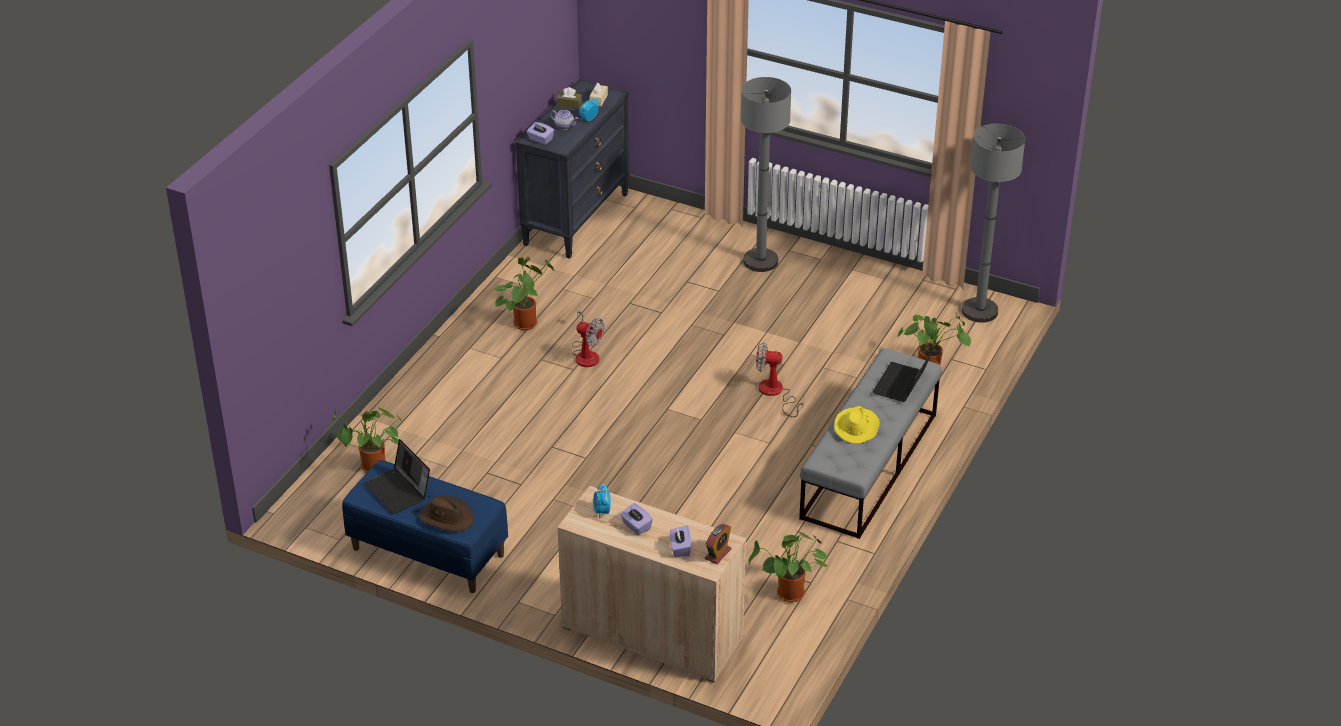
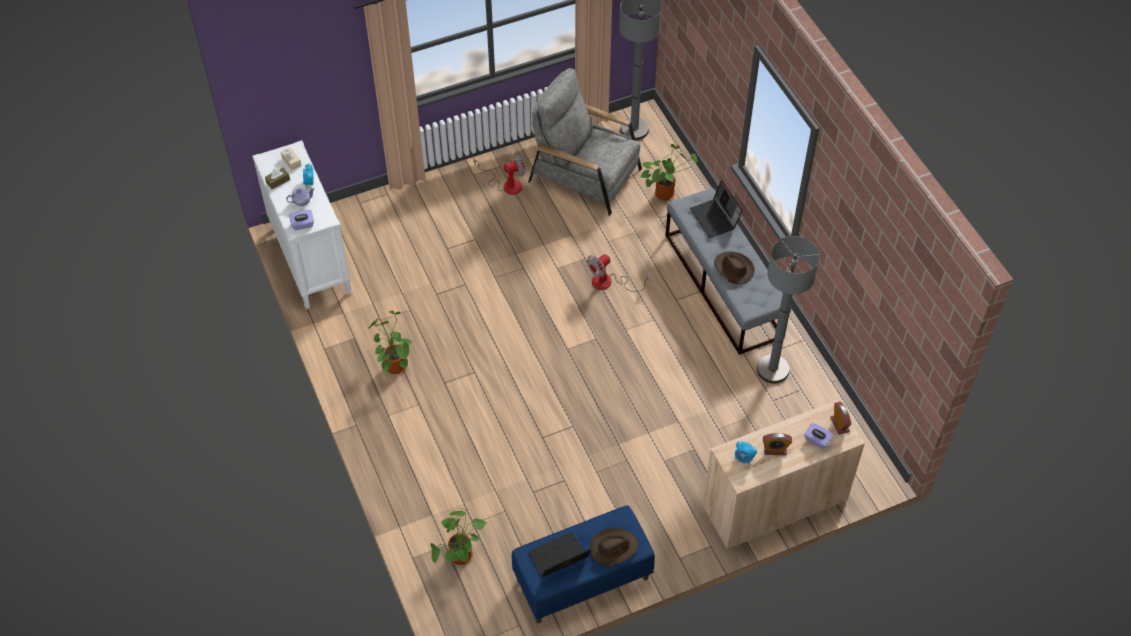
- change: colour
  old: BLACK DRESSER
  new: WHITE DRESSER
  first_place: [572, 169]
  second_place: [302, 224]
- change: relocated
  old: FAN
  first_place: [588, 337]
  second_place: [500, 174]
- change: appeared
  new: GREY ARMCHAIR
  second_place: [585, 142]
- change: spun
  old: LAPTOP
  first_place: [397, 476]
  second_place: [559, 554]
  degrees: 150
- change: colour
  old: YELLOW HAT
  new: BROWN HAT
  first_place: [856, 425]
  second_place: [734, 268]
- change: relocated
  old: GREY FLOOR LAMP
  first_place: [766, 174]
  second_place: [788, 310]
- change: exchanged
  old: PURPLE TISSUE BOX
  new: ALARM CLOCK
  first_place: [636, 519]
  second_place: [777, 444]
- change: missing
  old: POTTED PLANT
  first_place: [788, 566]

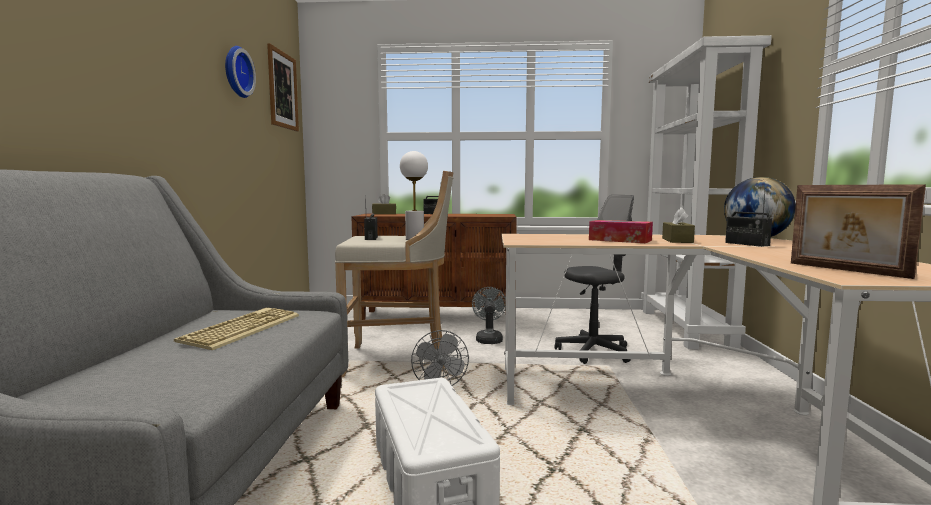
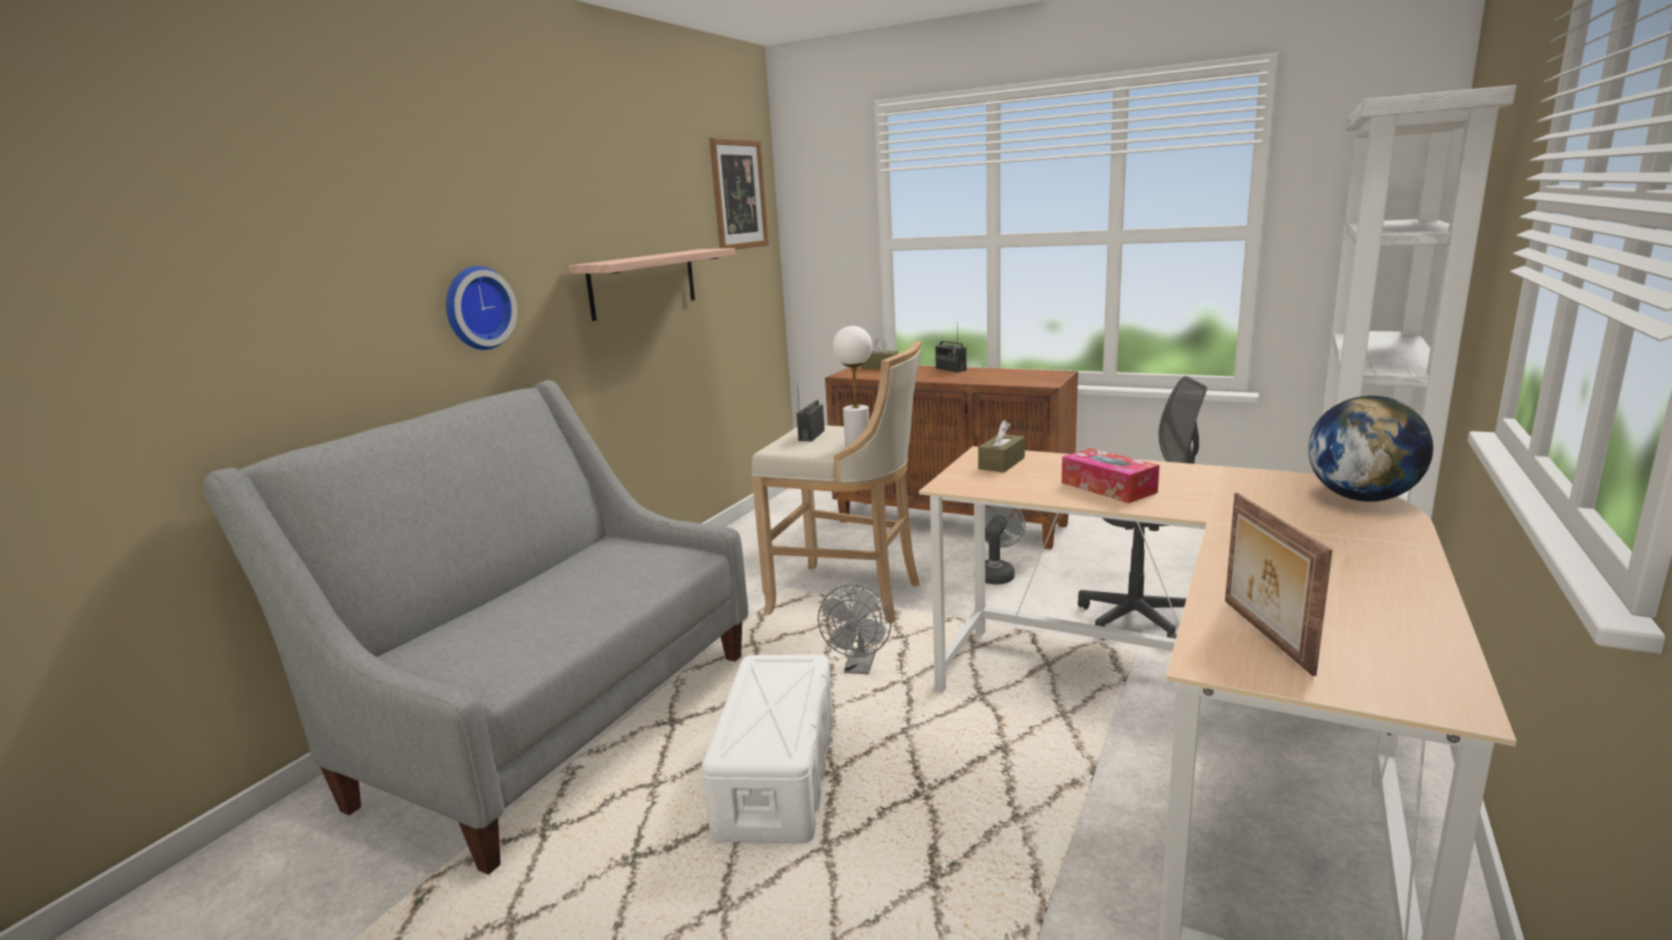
- change: relocated
  old: WALL CLOCK
  first_place: [240, 72]
  second_place: [481, 308]
- change: appeared
  new: SHELF
  second_place: [652, 284]
- change: relocated
  old: BROWN TISSUE BOX
  first_place: [678, 225]
  second_place: [1001, 446]
- change: missing
  old: KEYBOARD
  first_place: [236, 329]
- change: missing
  old: RADIO
  first_place: [748, 217]

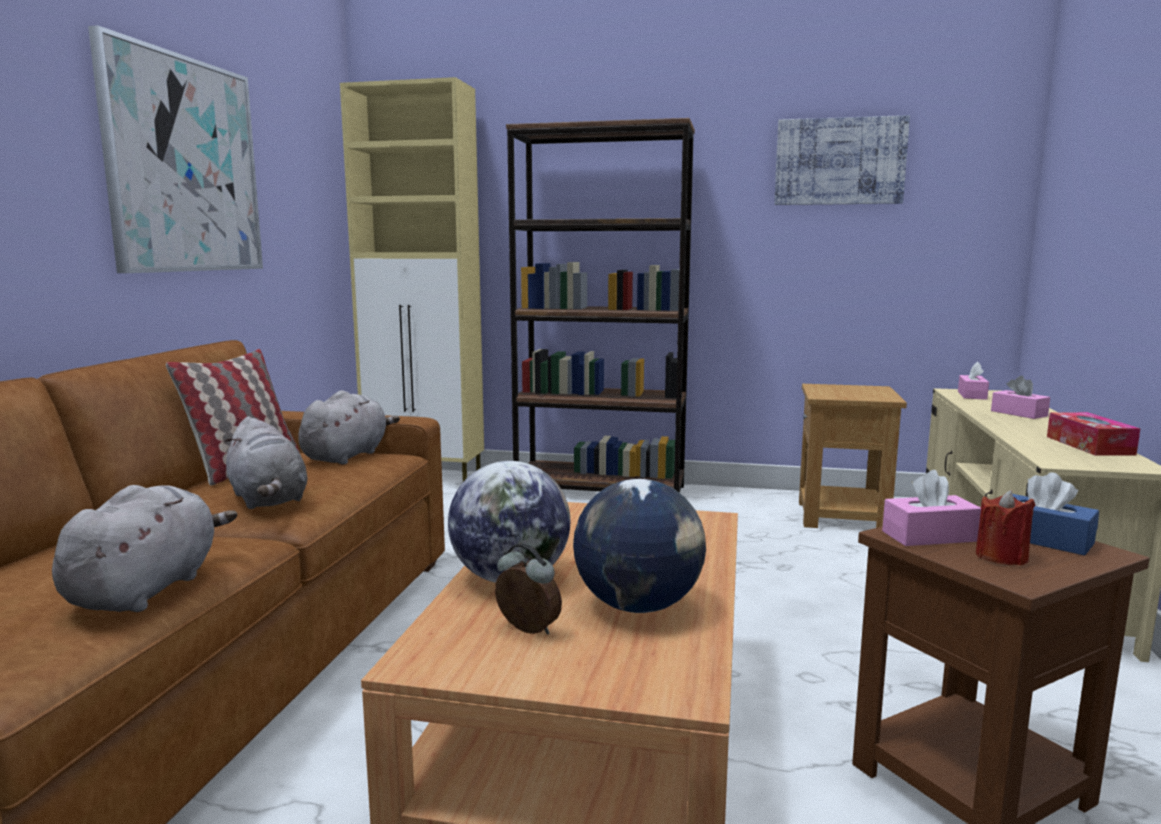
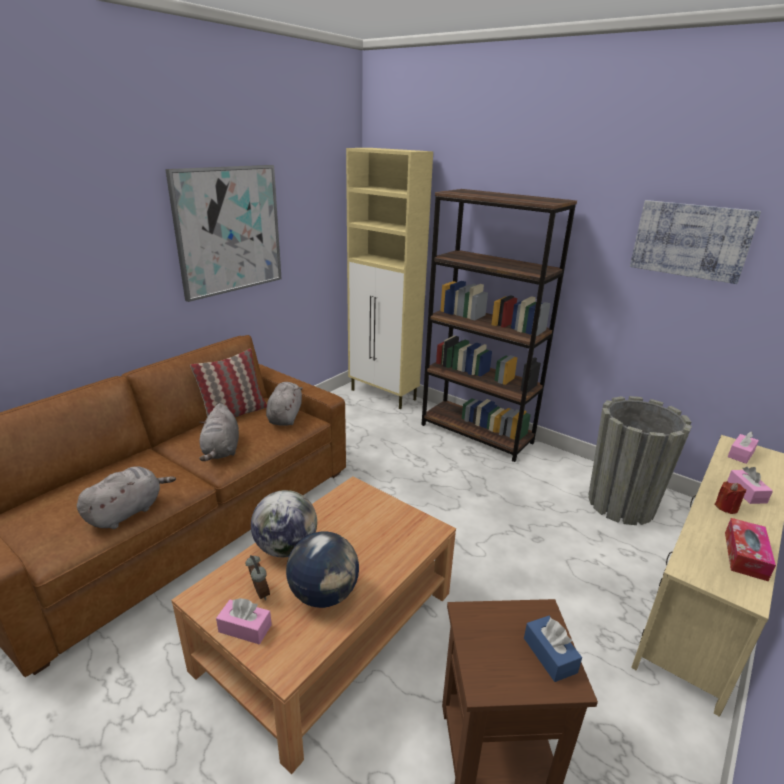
- change: relocated
  old: PINK TISSUE BOX
  first_place: [931, 508]
  second_place: [244, 621]
- change: spun
  old: GREY PLUSH TOY
  first_place: [349, 427]
  second_place: [284, 404]
  degrees: -45
- change: exchanged
  old: BROWN SIDE TABLE
  new: GREY PLANTER
  first_place: [853, 456]
  second_place: [640, 460]
- change: relocated
  old: RED CANDLE
  first_place: [1005, 528]
  second_place: [730, 497]

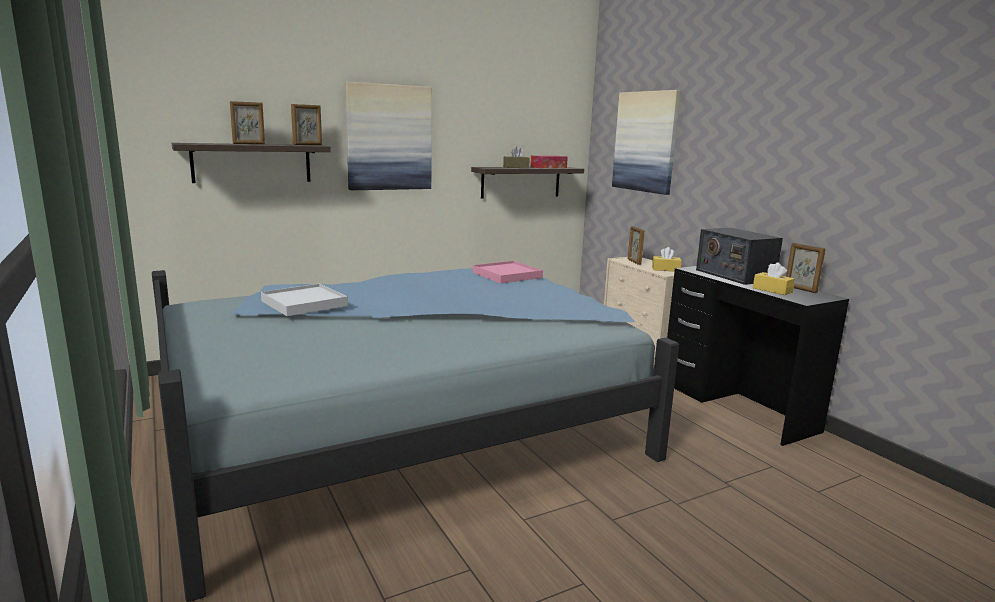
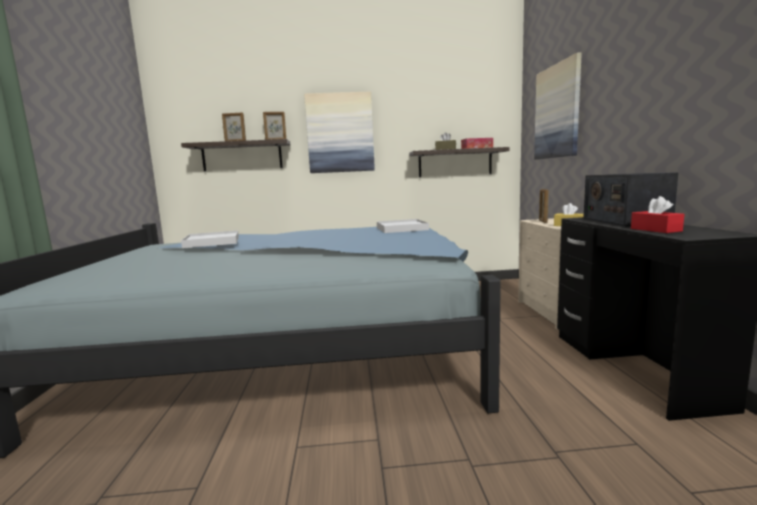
- change: colour
  old: PINK TRAY
  new: WHITE TRAY
  first_place: [508, 272]
  second_place: [403, 226]
- change: colour
  old: YELLOW TISSUE BOX
  new: RED TISSUE BOX
  first_place: [774, 278]
  second_place: [657, 214]
- change: missing
  old: PICTURE FRAME
  first_place: [806, 268]

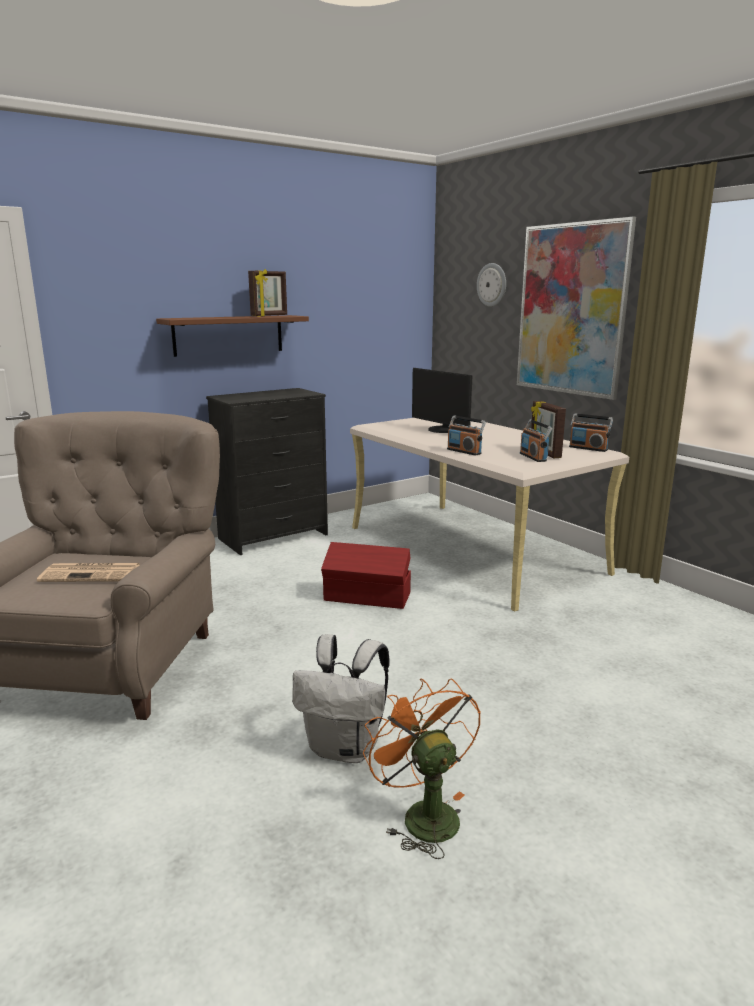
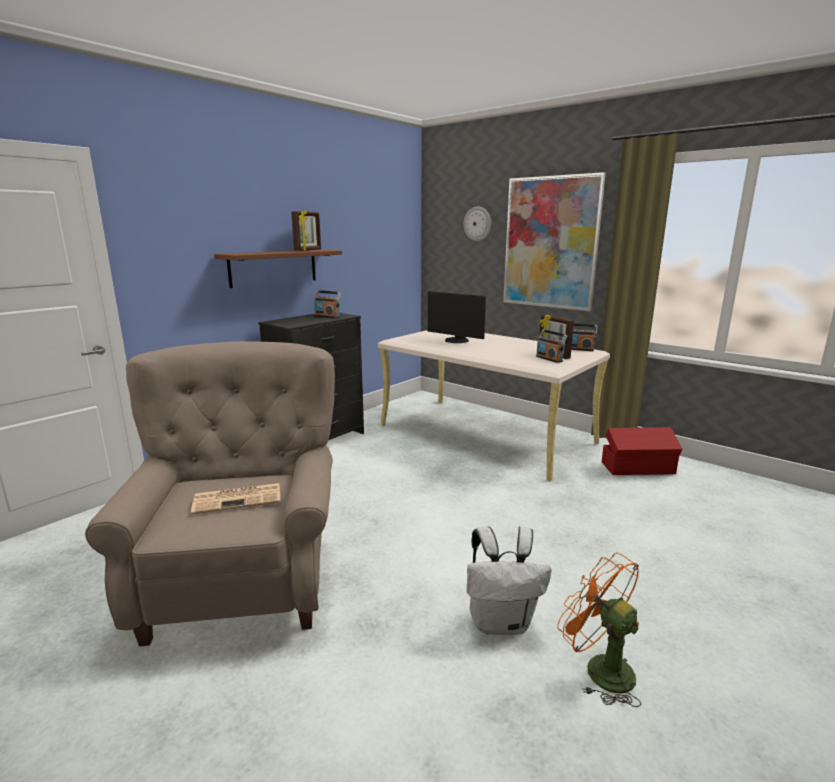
- change: relocated
  old: RADIO
  first_place: [466, 435]
  second_place: [327, 304]
- change: relocated
  old: RED STORAGE BOX
  first_place: [366, 575]
  second_place: [642, 451]

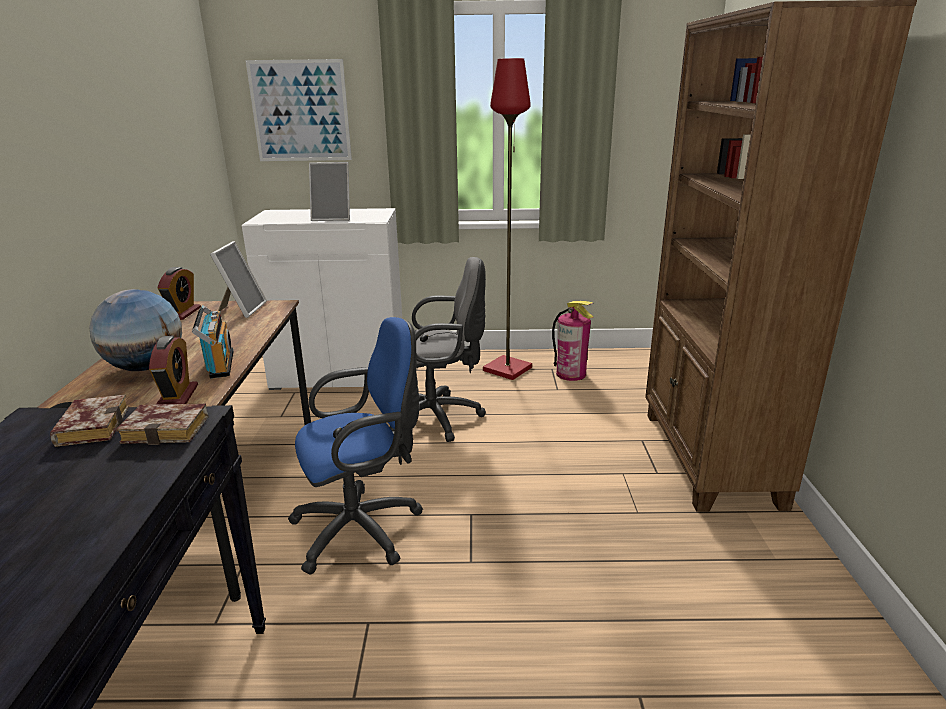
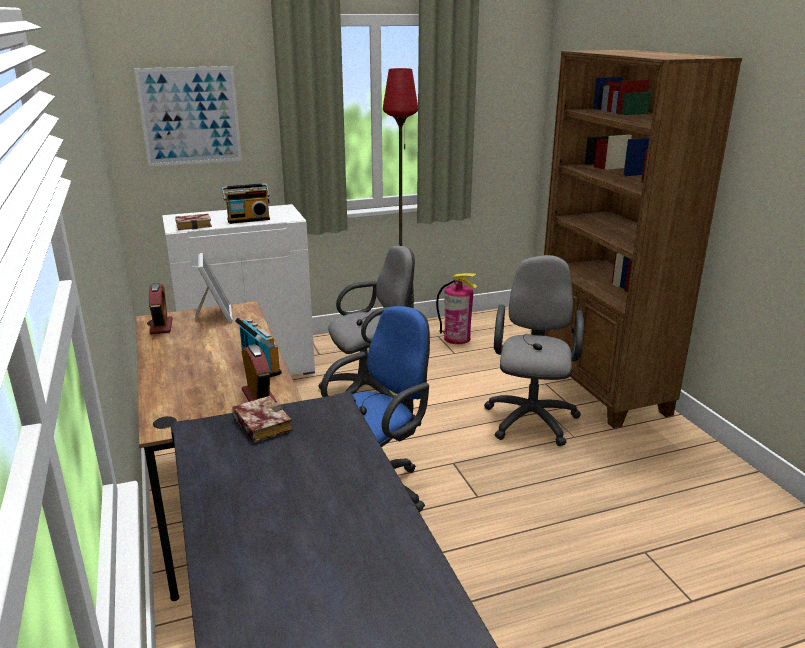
- change: relocated
  old: BOOK
  first_place: [162, 424]
  second_place: [193, 222]
- change: exchanged
  old: PICTURE FRAME
  new: RADIO
  first_place: [329, 191]
  second_place: [246, 203]
- change: appeared
  new: GREY OFFICE CHAIR
  second_place: [534, 350]
- change: missing
  old: GLOBE
  first_place: [135, 330]

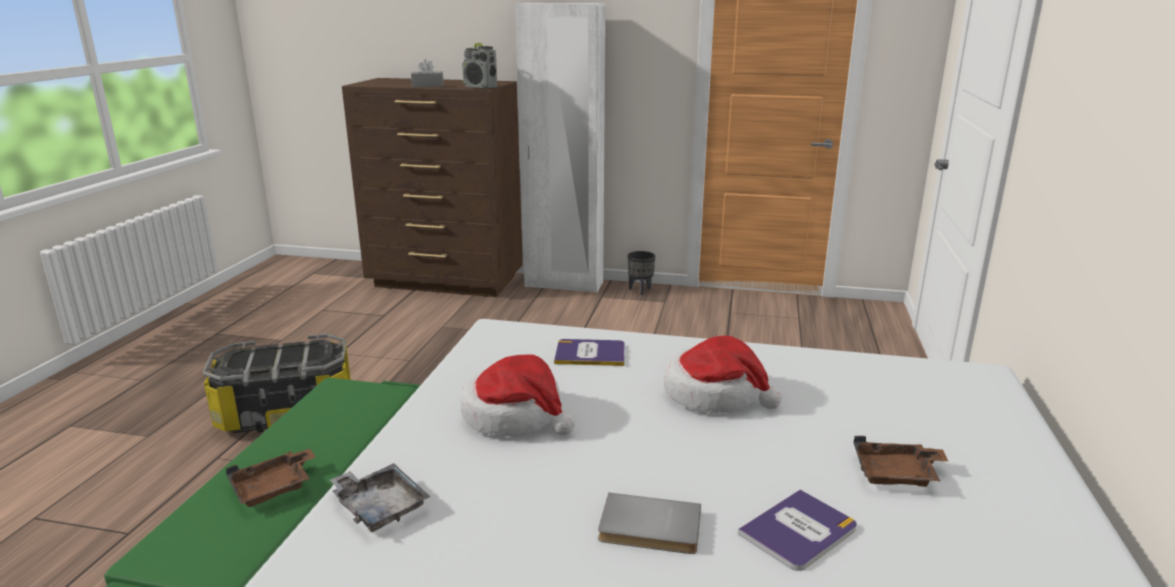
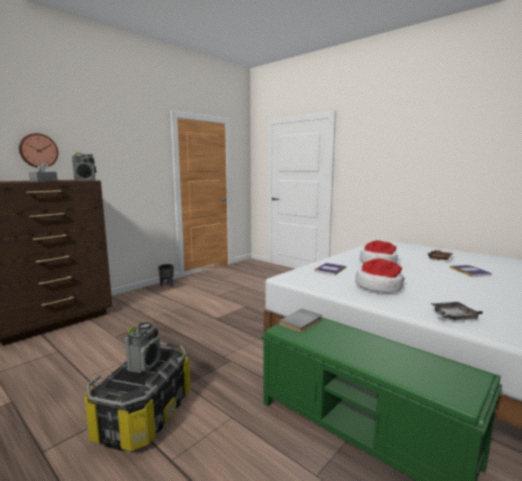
- change: appeared
  new: WALL CLOCK
  second_place: [38, 150]
- change: appeared
  new: RADIO
  second_place: [143, 348]
- change: relocated
  old: GREY BOOK
  first_place: [649, 523]
  second_place: [300, 321]
- change: missing
  old: BROWN TRAY
  first_place: [271, 478]
- change: missing
  old: WHITE WARDROBE
  first_place: [560, 148]

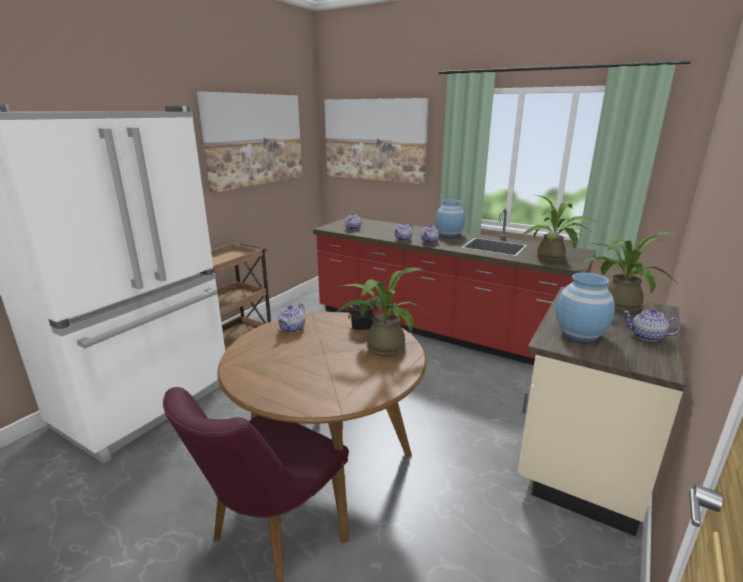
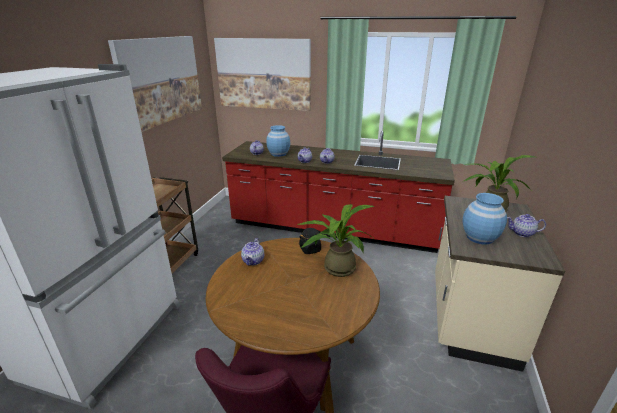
- change: relocated
  old: BLUE VASE
  first_place: [450, 218]
  second_place: [278, 141]
- change: missing
  old: POTTED PLANT
  first_place: [560, 228]

